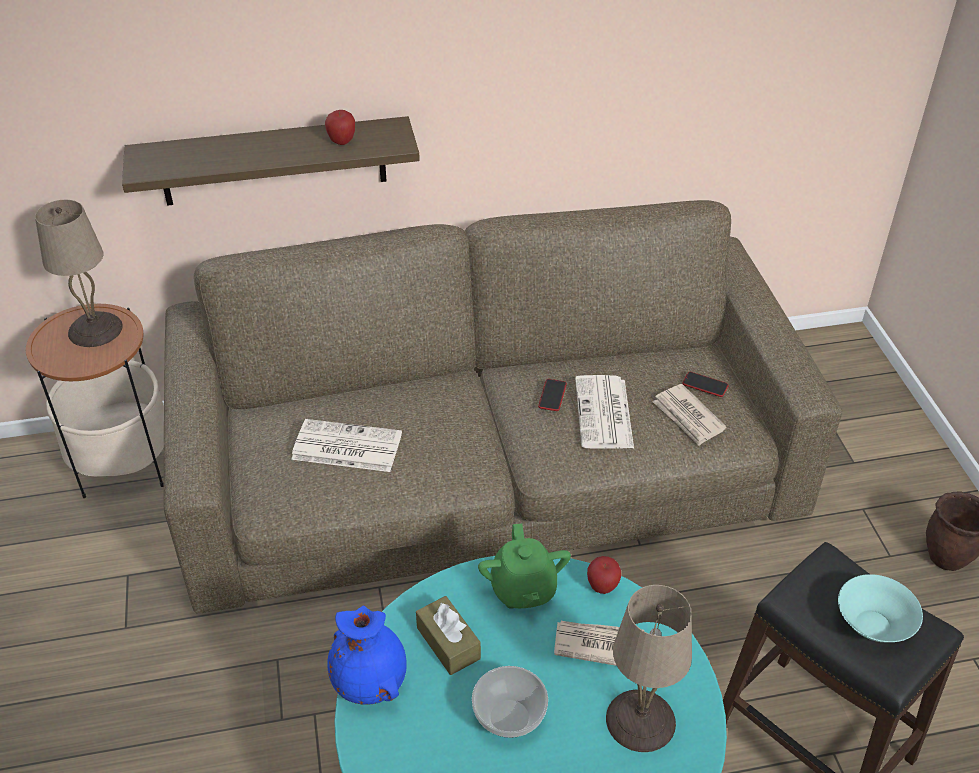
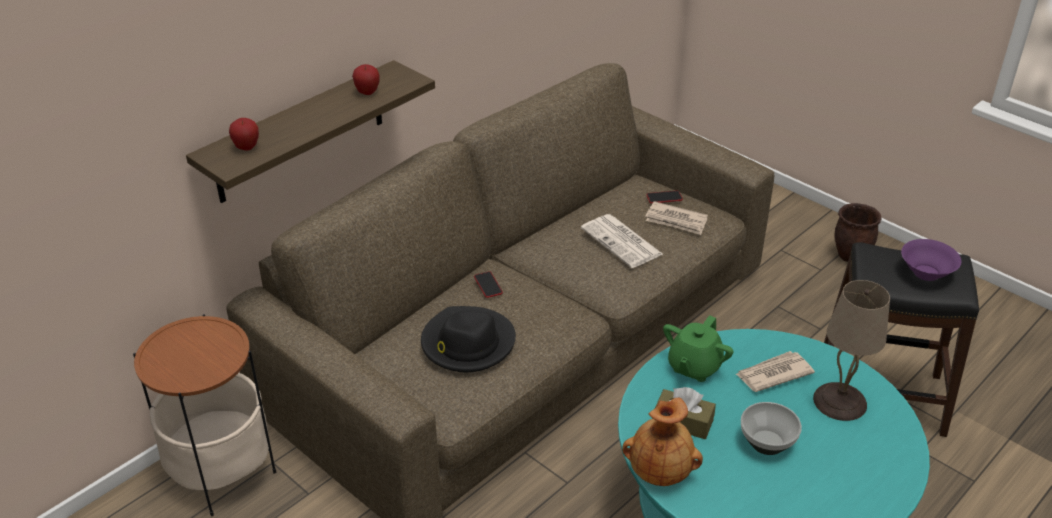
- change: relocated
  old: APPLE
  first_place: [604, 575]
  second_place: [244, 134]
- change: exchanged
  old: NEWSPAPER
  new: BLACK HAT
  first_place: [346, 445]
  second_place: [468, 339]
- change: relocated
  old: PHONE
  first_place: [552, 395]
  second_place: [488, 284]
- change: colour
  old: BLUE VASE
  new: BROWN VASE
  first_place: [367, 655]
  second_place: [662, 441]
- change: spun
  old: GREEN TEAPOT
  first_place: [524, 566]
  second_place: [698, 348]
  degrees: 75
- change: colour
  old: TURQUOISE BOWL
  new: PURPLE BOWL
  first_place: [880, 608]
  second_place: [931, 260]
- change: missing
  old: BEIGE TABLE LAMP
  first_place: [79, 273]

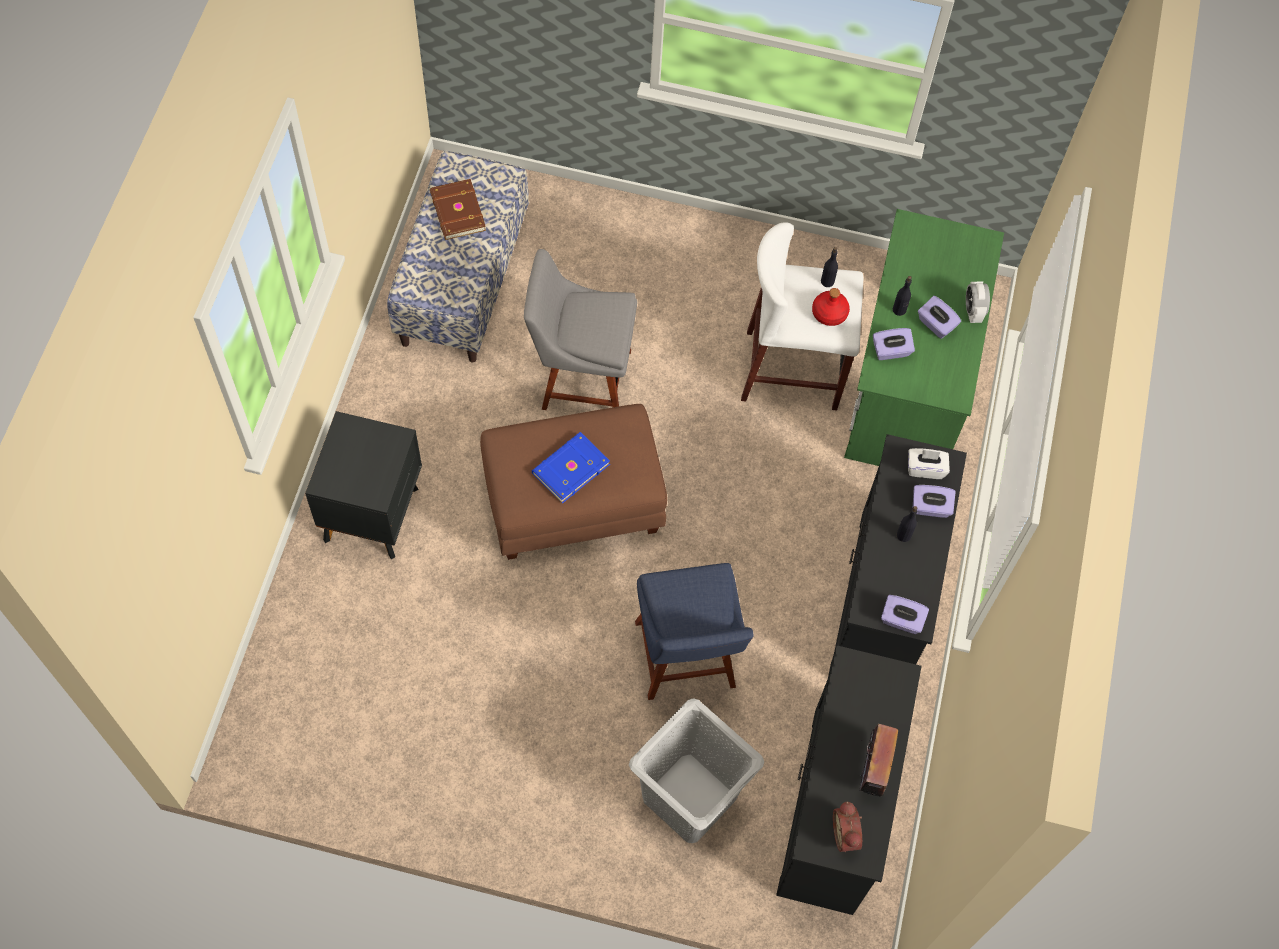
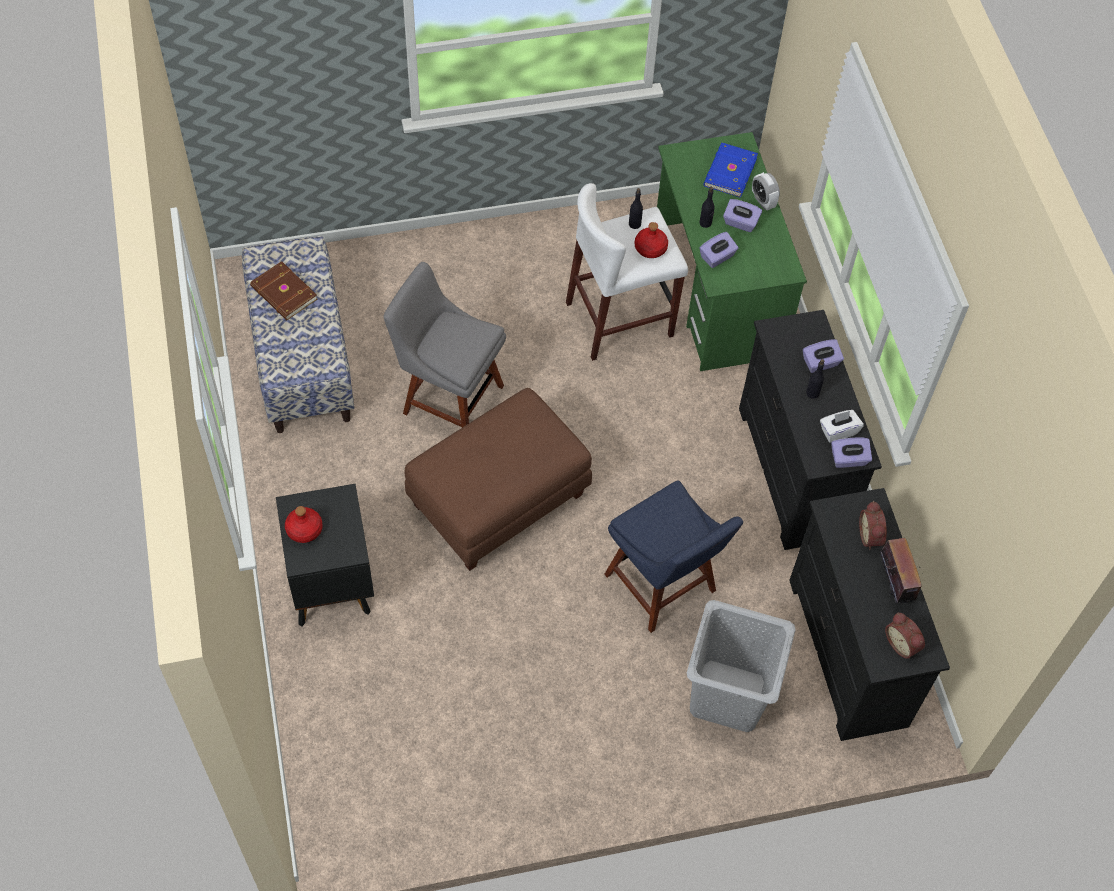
- change: appeared
  new: RED BOTTLE
  second_place: [304, 524]
- change: spun
  old: GREY CHAIR
  first_place: [580, 329]
  second_place: [444, 344]
  degrees: 45
- change: relocated
  old: BLUE BOOK
  first_place: [571, 467]
  second_place: [730, 170]
- change: relocated
  old: WHITE TISSUE BOX
  first_place: [929, 463]
  second_place: [842, 426]
- change: appeared
  new: ALARM CLOCK
  second_place: [873, 525]

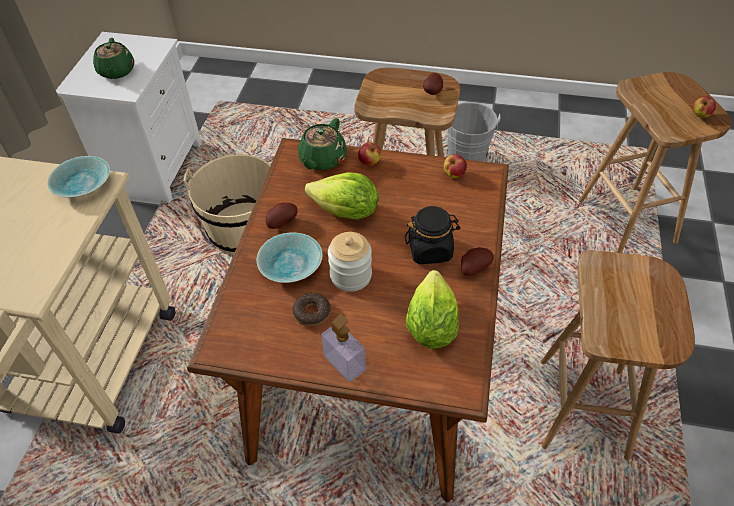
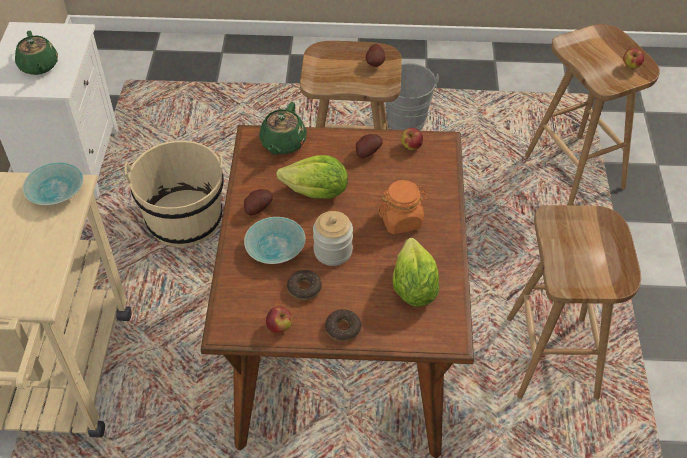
- change: relocated
  old: APPLE
  first_place: [370, 154]
  second_place: [279, 320]
- change: exchanged
  old: SOAP DISPENSER
  new: DONUT
  first_place: [343, 348]
  second_place: [343, 325]
- change: relocated
  old: POTATO
  first_place: [477, 261]
  second_place: [369, 146]
- change: colour
  old: BLACK JAR
  new: ORANGE JAR
  first_place: [432, 235]
  second_place: [403, 207]

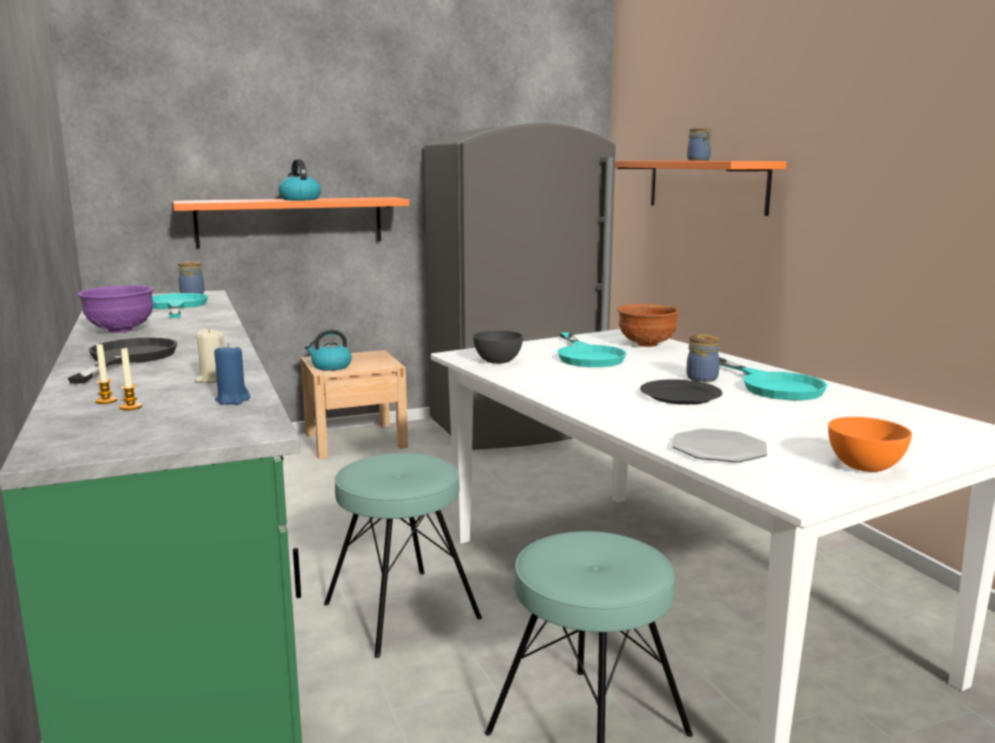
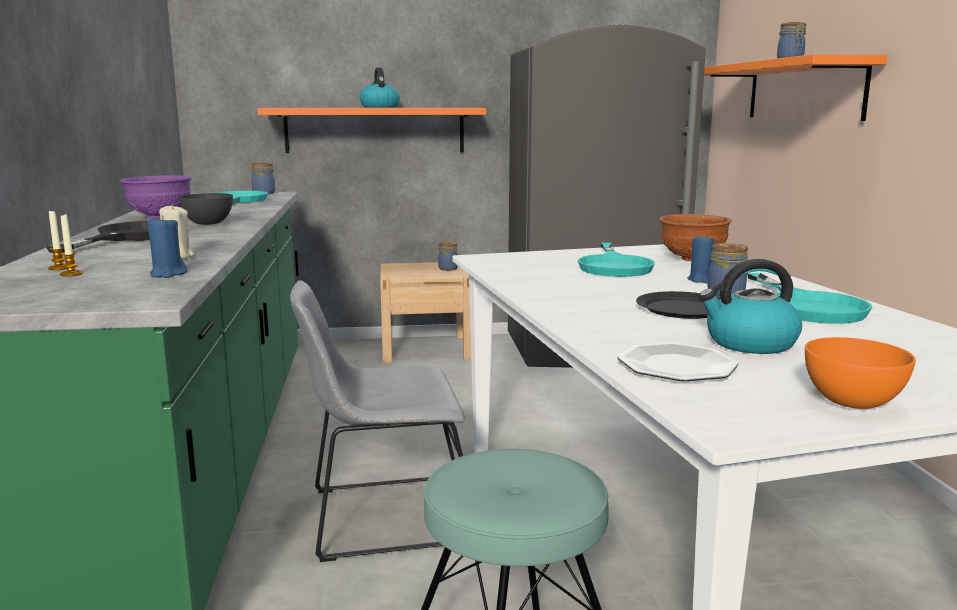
- change: relocated
  old: GREY BOWL
  first_place: [498, 347]
  second_place: [205, 209]
- change: exchanged
  old: TURQUOISE STOOL
  new: GREY CHAIR
  first_place: [403, 555]
  second_place: [377, 421]
- change: appeared
  new: JAR
  second_place: [448, 256]
- change: appeared
  new: BLUE CANDLE
  second_place: [701, 258]
- change: relocated
  old: KETTLE
  first_place: [328, 350]
  second_place: [750, 306]

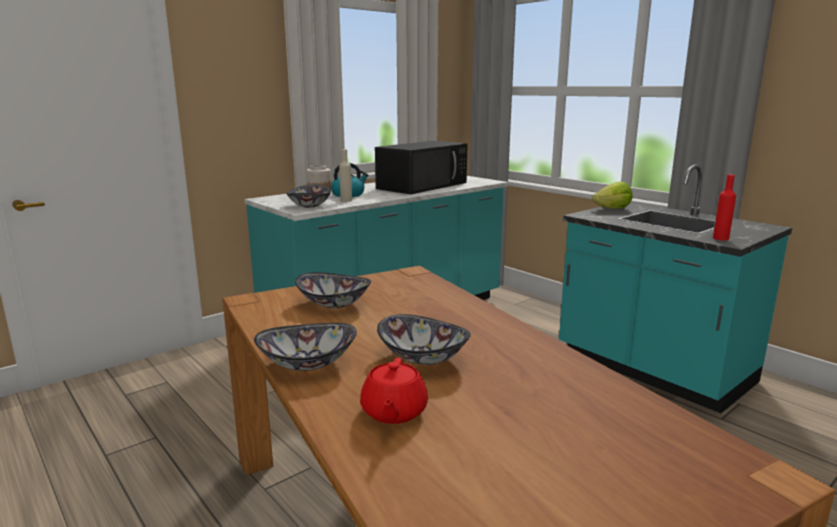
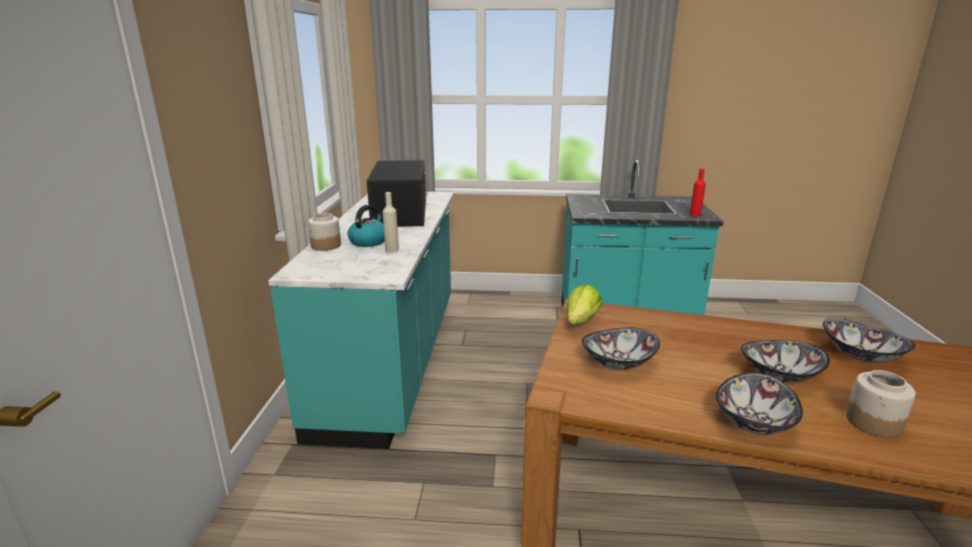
- change: relocated
  old: LETTUCE
  first_place: [612, 195]
  second_place: [584, 304]
- change: relocated
  old: BOWL
  first_place: [308, 196]
  second_place: [869, 340]
- change: exchanged
  old: RED TEAPOT
  new: JAR
  first_place: [394, 391]
  second_place: [881, 404]

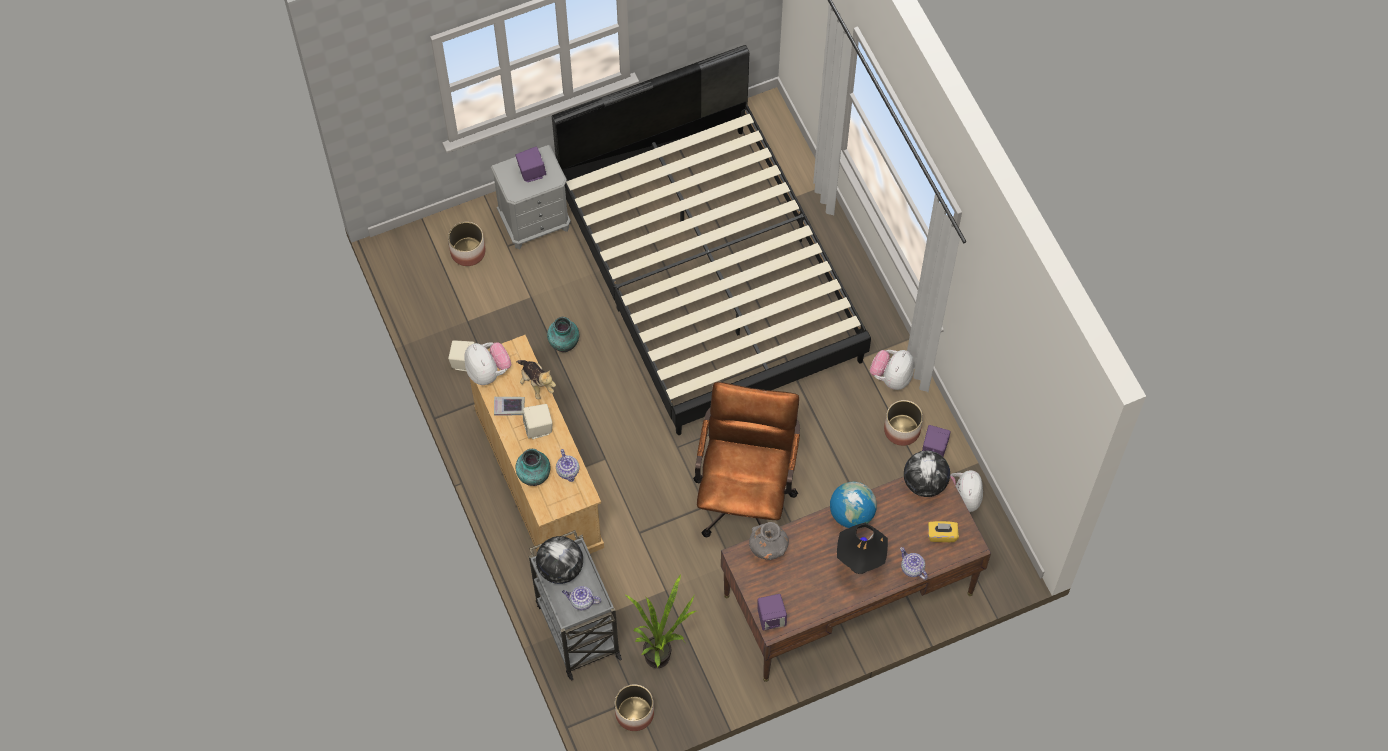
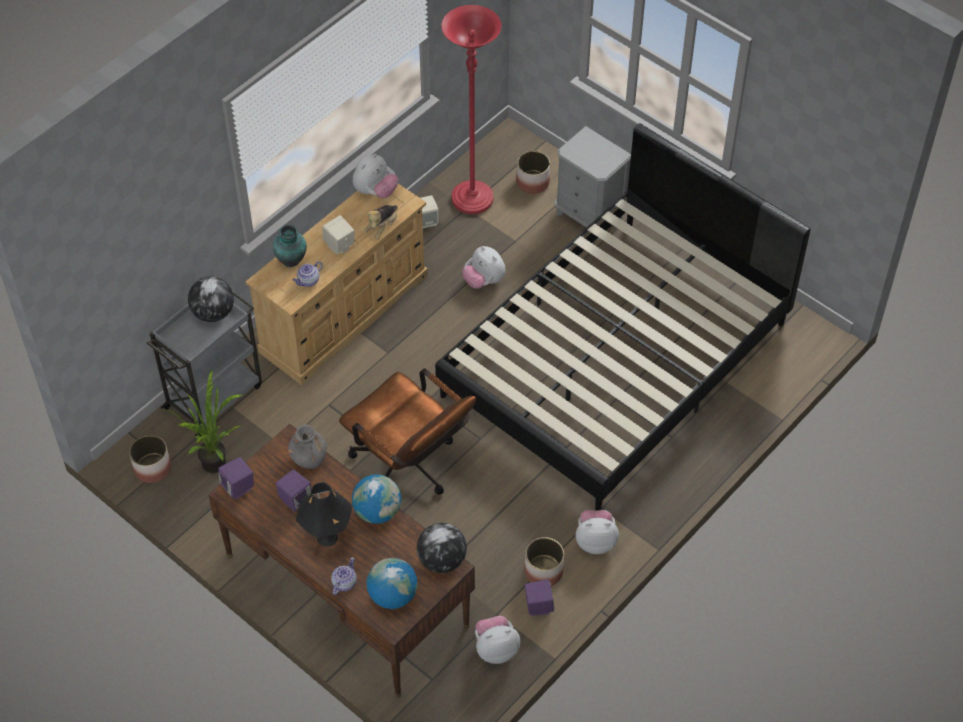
- change: relocated
  old: PURPLE SPEAKER
  first_place: [531, 164]
  second_place: [293, 490]
- change: spun
  old: BROWN OFFICE CHAIR
  first_place: [746, 459]
  second_place: [407, 431]
  degrees: 60
- change: exchanged
  old: YELLOW TISSUE BOX
  new: GLOBE
  first_place: [943, 531]
  second_place: [392, 583]
- change: appeared
  new: RED FLOOR LAMP
  second_place: [471, 109]
- change: exchanged
  old: VASE
  new: PLUSH TOY
  first_place: [563, 334]
  second_place: [484, 267]
- change: missing
  old: BOOK
  first_place: [509, 406]
- change: missing
  old: TEAPOT
  first_place: [581, 598]

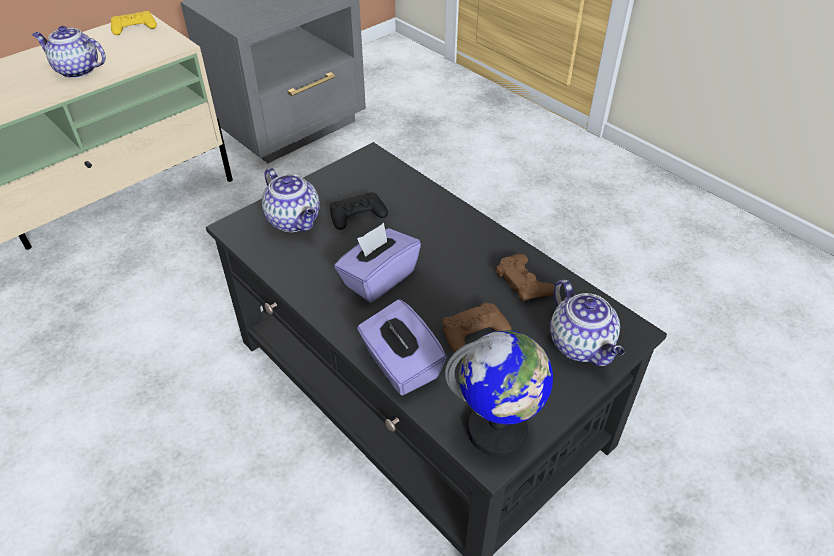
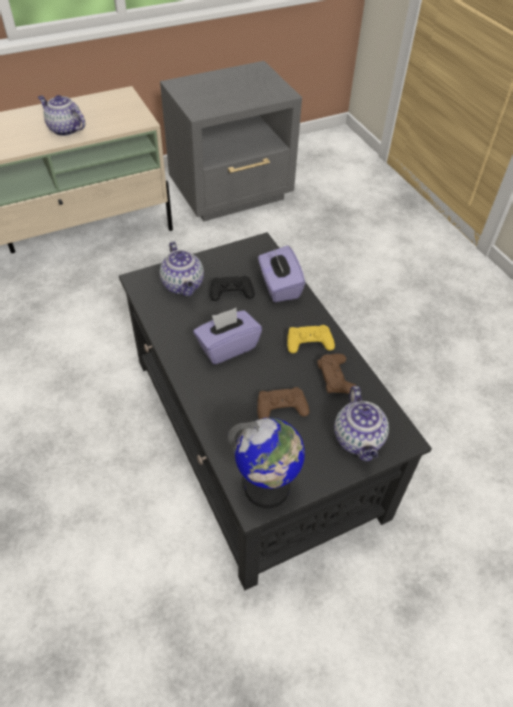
- change: relocated
  old: PURPLE TISSUE BOX
  first_place: [402, 347]
  second_place: [281, 273]
- change: relocated
  old: YELLOW GAME CONTROLLER
  first_place: [134, 23]
  second_place: [311, 339]

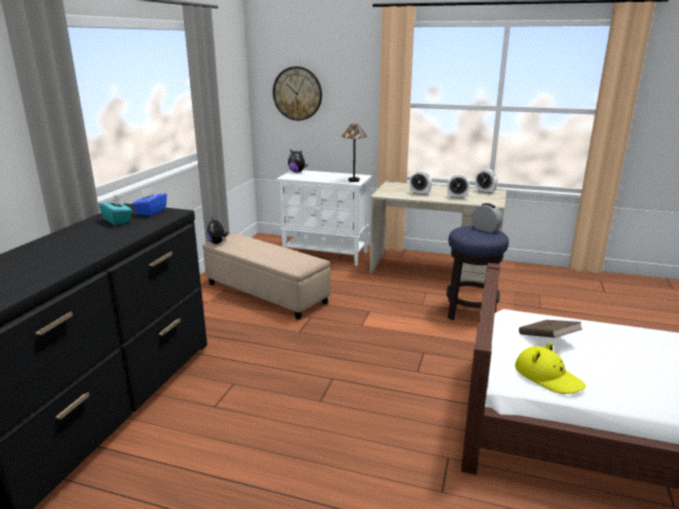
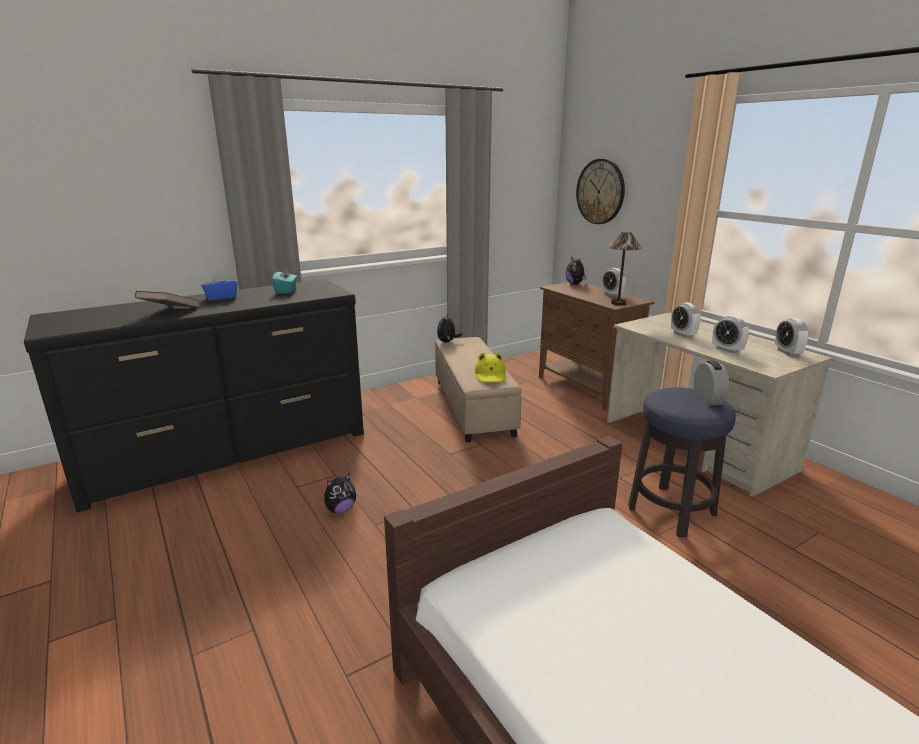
- change: relocated
  old: BROWN BOOK
  first_place: [550, 329]
  second_place: [167, 299]
- change: relocated
  old: BLUE TISSUE BOX
  first_place: [149, 201]
  second_place: [219, 286]
- change: appeared
  new: PLUSH TOY
  second_place: [340, 493]
- change: relocated
  old: YELLOW HAT
  first_place: [550, 368]
  second_place: [490, 367]
- change: colour
  old: WHITE CABINET
  new: BROWN CABINET
  first_place: [324, 218]
  second_place: [596, 346]
- change: appeared
  new: ALARM CLOCK
  second_place: [614, 282]

